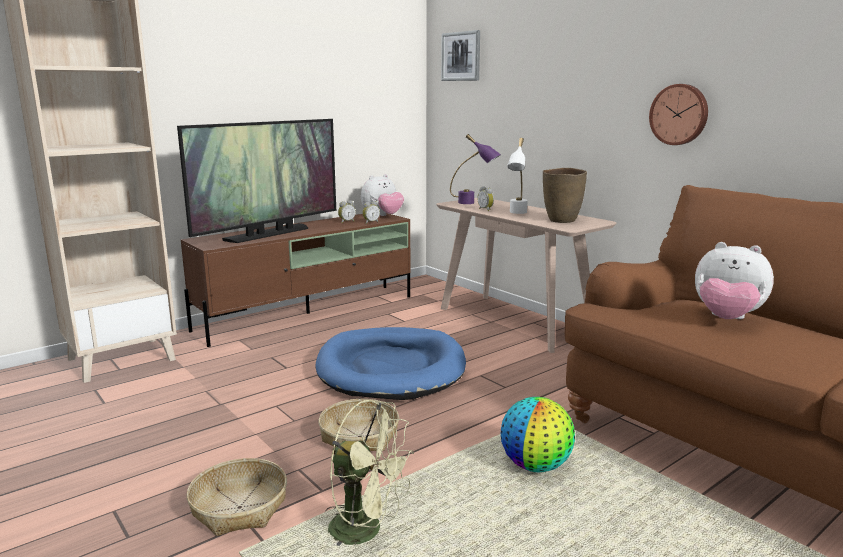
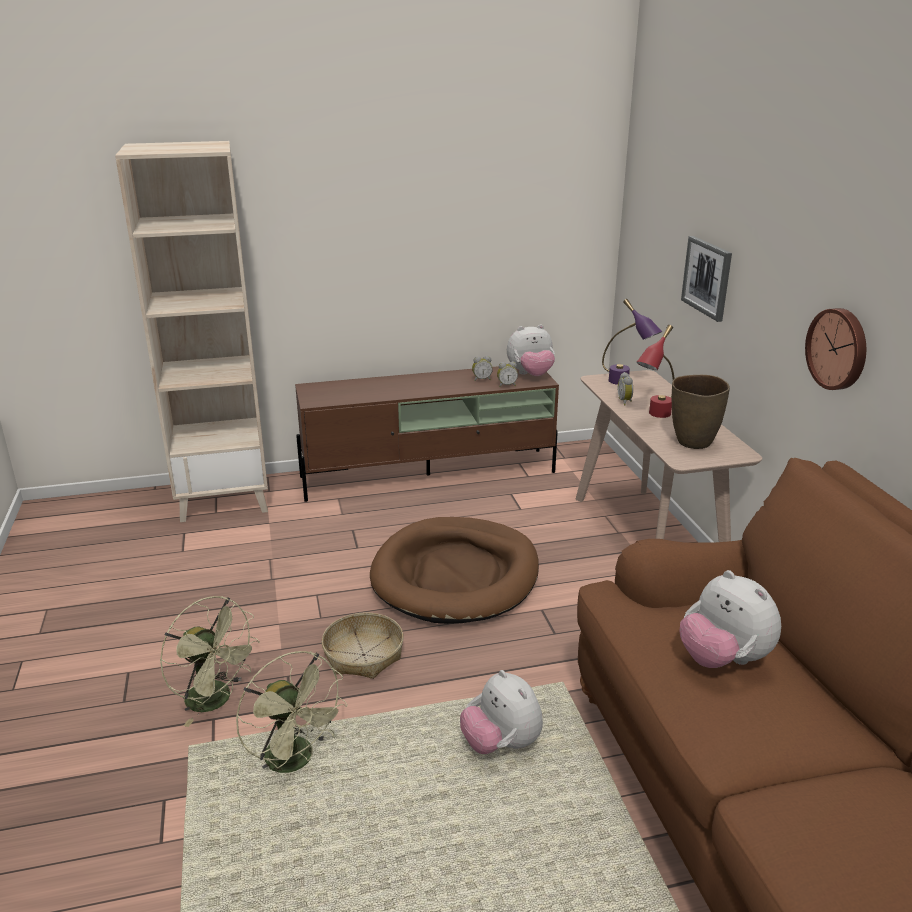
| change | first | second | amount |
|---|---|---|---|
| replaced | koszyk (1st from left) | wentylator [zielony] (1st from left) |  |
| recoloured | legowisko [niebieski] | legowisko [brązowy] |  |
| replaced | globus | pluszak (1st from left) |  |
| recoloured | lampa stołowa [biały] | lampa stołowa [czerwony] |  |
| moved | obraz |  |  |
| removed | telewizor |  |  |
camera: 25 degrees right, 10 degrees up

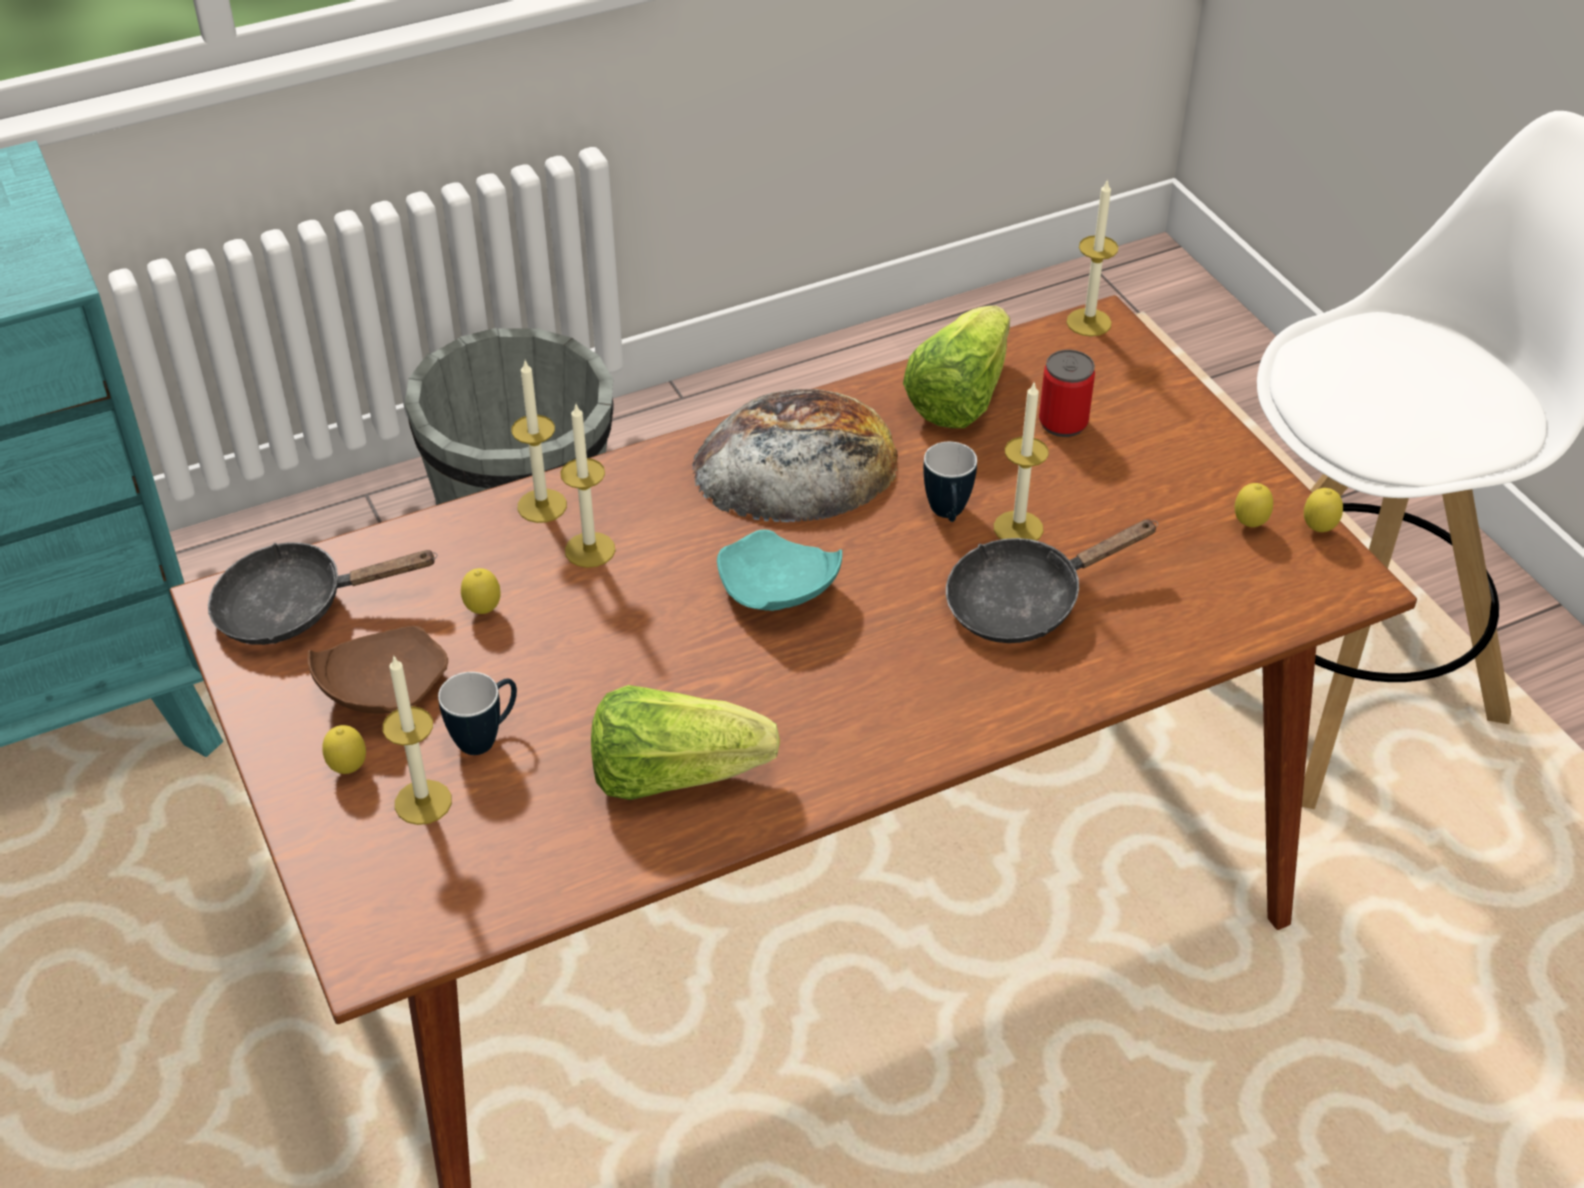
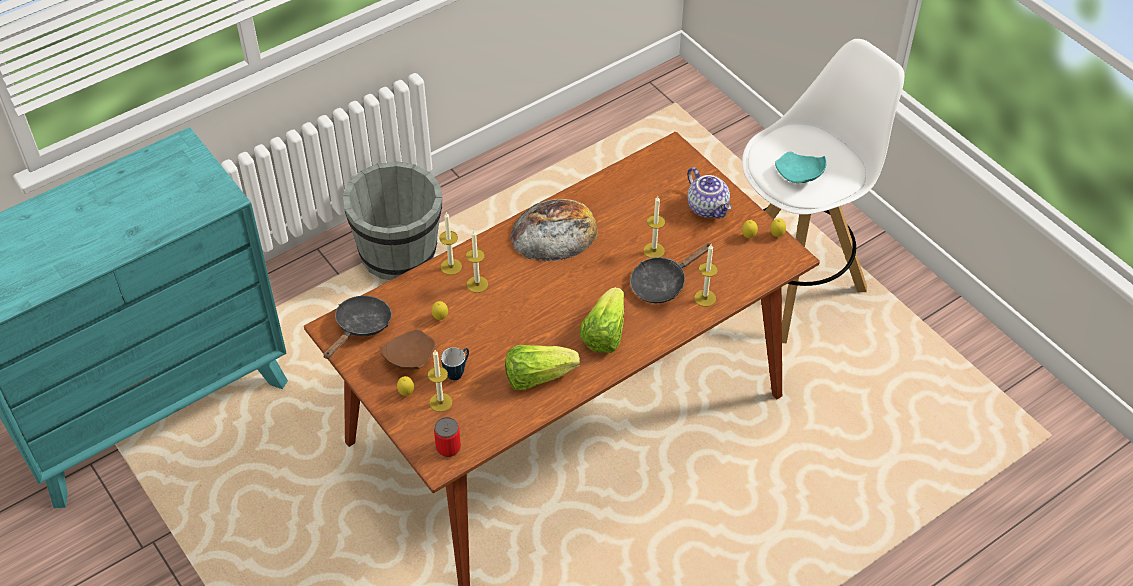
| change | first | second | amount |
|---|---|---|---|
| turned | patelnia [czarny] (1st from left) |  | 135 degrees clockwise |
| moved | puszka |  |  |
| moved | sałata (2nd from left) |  |  |
| added |  | imbryk |  |
| moved | świeca (5th from left) |  |  |
| moved | talerz [turkusowy] |  |  |
| removed | kubek (2nd from left) |  |  |
camera: 10 degrees left, 5 degrees up

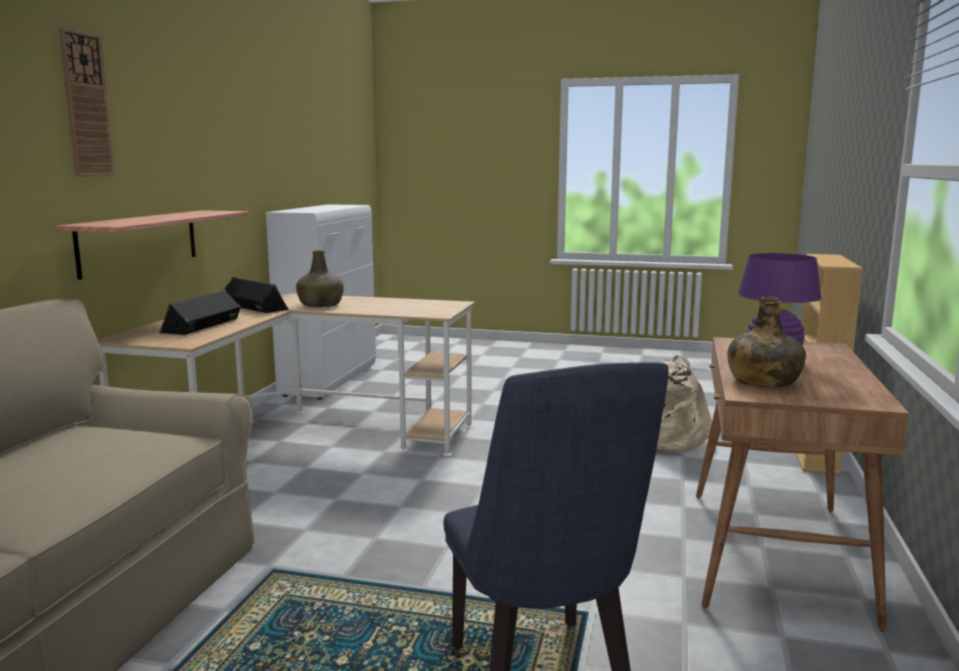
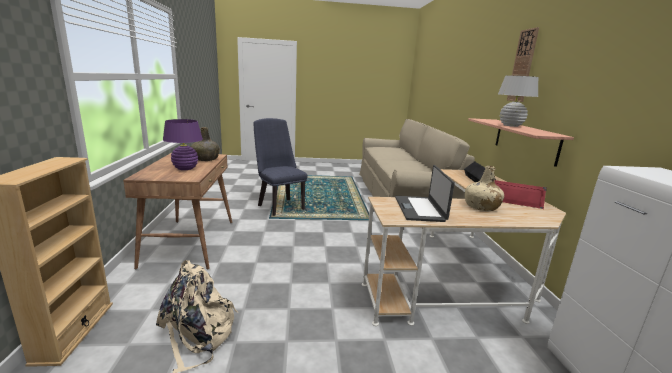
| change | first | second | amount |
|---|---|---|---|
| added |  | laptop |  |
| recoloured | butelka [zielony] (1st from left) | butelka [beżowy] |  |
| recoloured | głośnik [czarny] (2nd from left) | głośnik [czerwony] |  |
| added |  | lampa stołowa [biały] |  |
camera: 160 degrees right, 5 degrees up

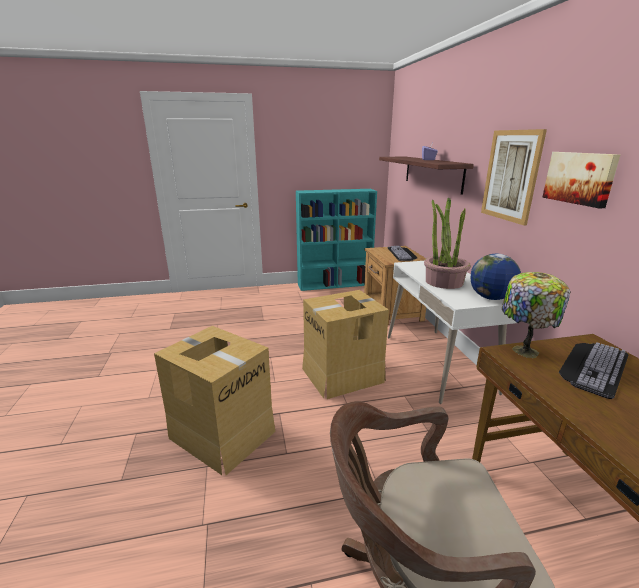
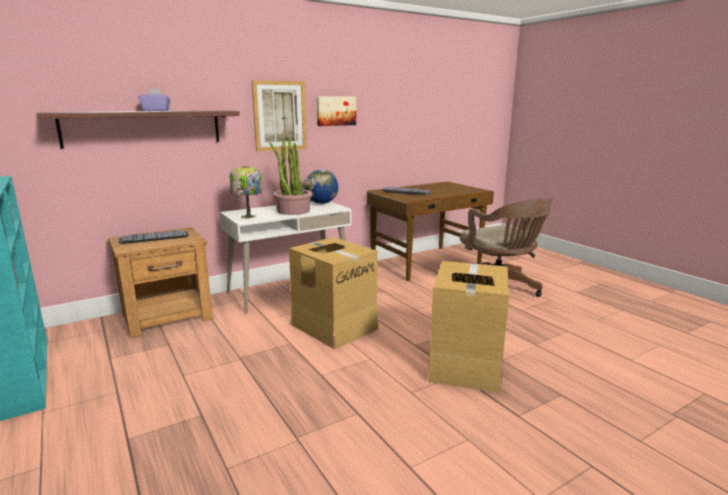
| change | first | second | amount |
|---|---|---|---|
| moved | lampa stołowa |  |  |
camera: 110 degrees left, 5 degrees down

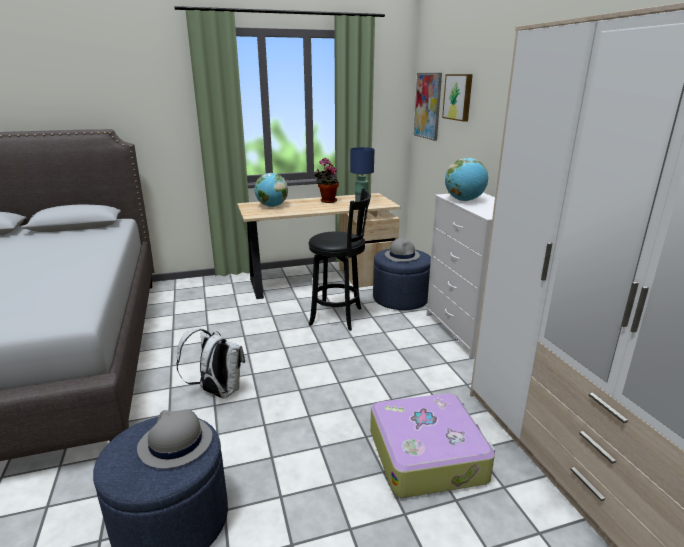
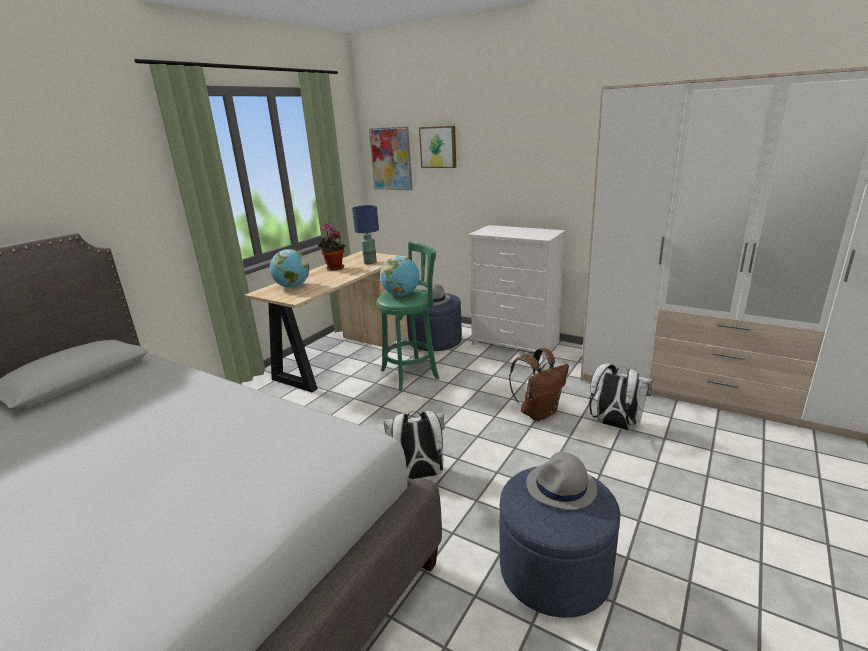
| change | first | second | amount |
|---|---|---|---|
| recoloured | stołek [czarny] | stołek [zielony] |  |
| moved | globus (2nd from left) |  |  |
| added |  | plecak [brązowy] |  |
| replaced | walizka | plecak [biały] (2nd from left) |  |
camera: 40 degrees left, 0 degrees up

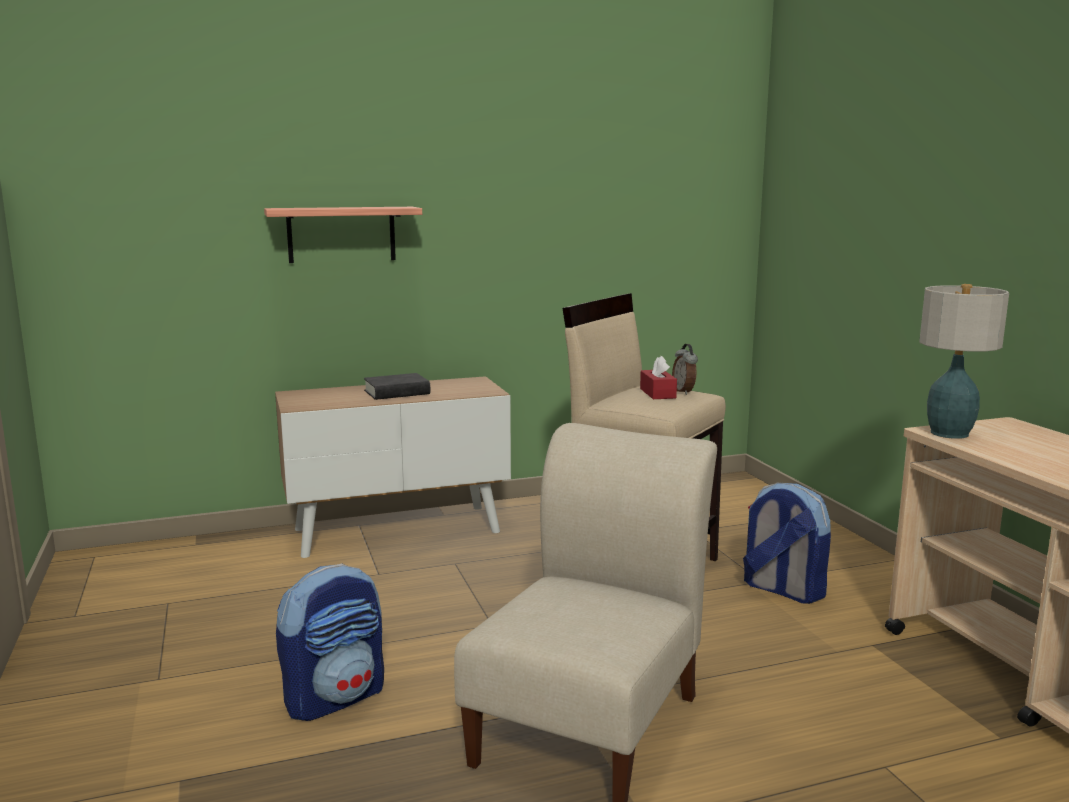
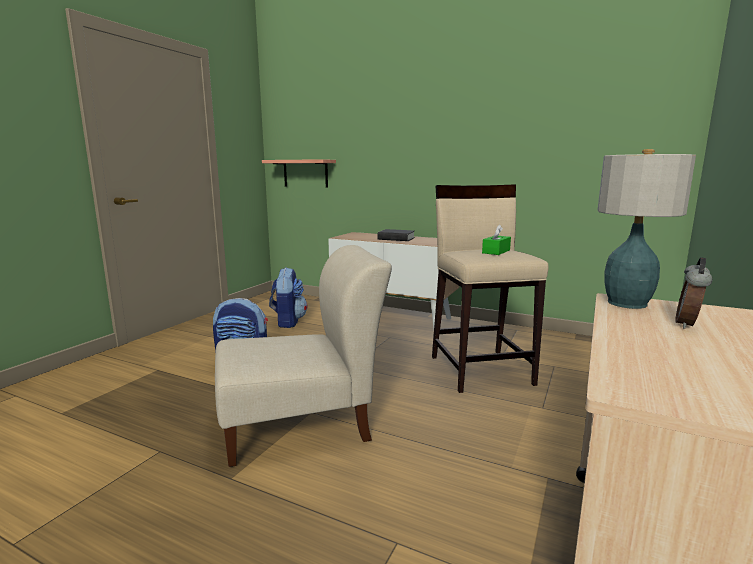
| change | first | second | amount |
|---|---|---|---|
| moved | półka |  |  |
| moved | plecak (2nd from left) |  |  |
| recoloured | pudełko chusteczek [czerwony] | pudełko chusteczek [zielony] |  |
| moved | budzik |  |  |
camera: 45 degrees right, 0 degrees up

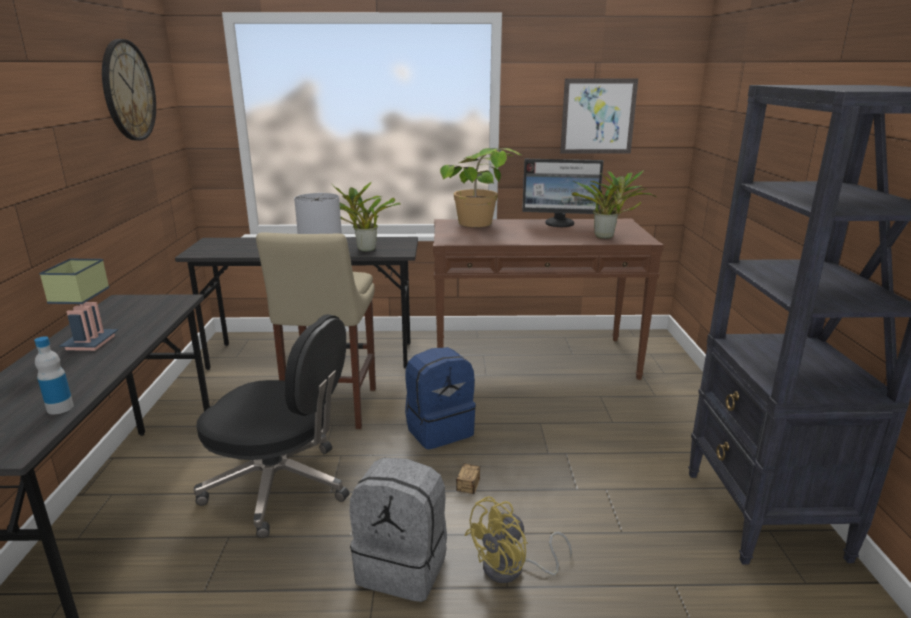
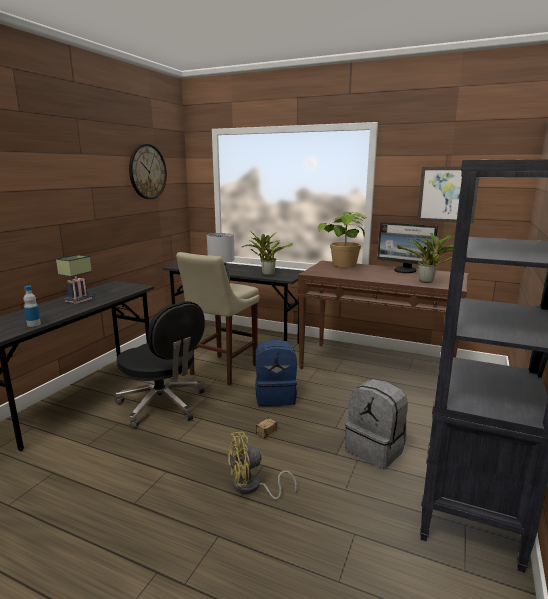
| change | first | second | amount |
|---|---|---|---|
| moved | plecak [szary] |  |  |
camera: 25 degrees right, 5 degrees down

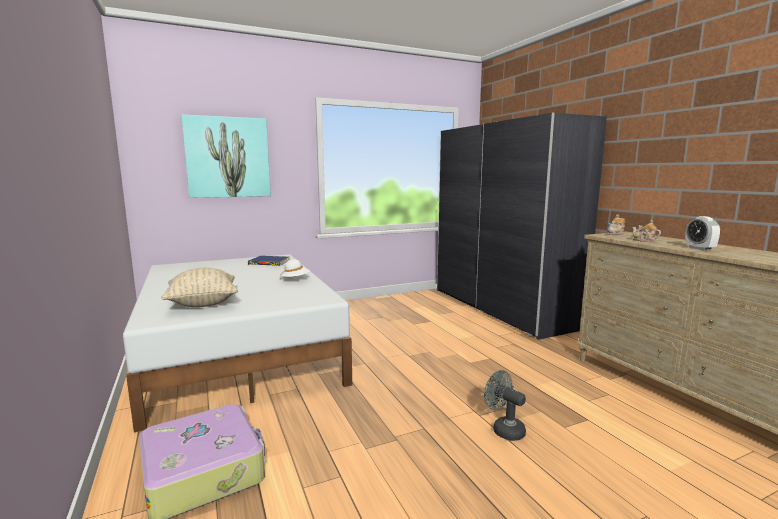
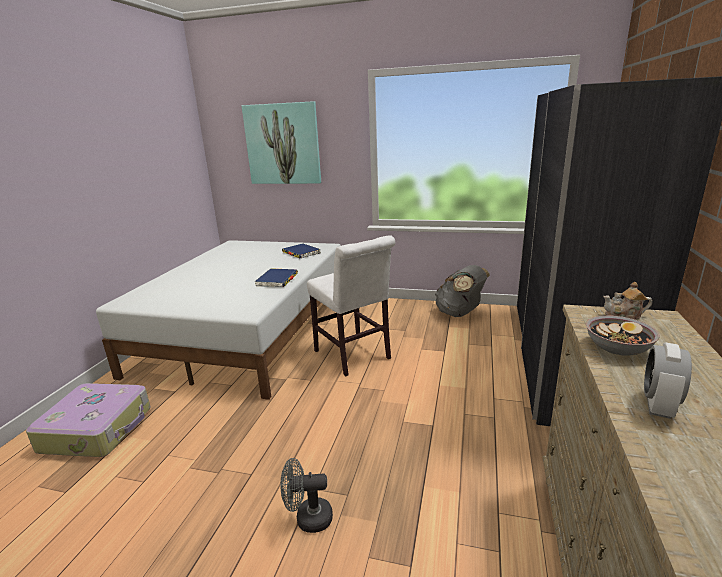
| change | first | second | amount |
|---|---|---|---|
| replaced | kapelusz [biały] | książka [niebieski] (1st from left) |  |
| turned | wentylator [szary] |  | 90 degrees counterclockwise |
| added |  | krzesło [biały] |  |
| added |  | plecak [szary] |  |
| replaced | imbryk (2nd from left) | miska |  |
| removed | poduszka [beżowy] |  |  |
camera: 40 degrees right, 10 degrees up

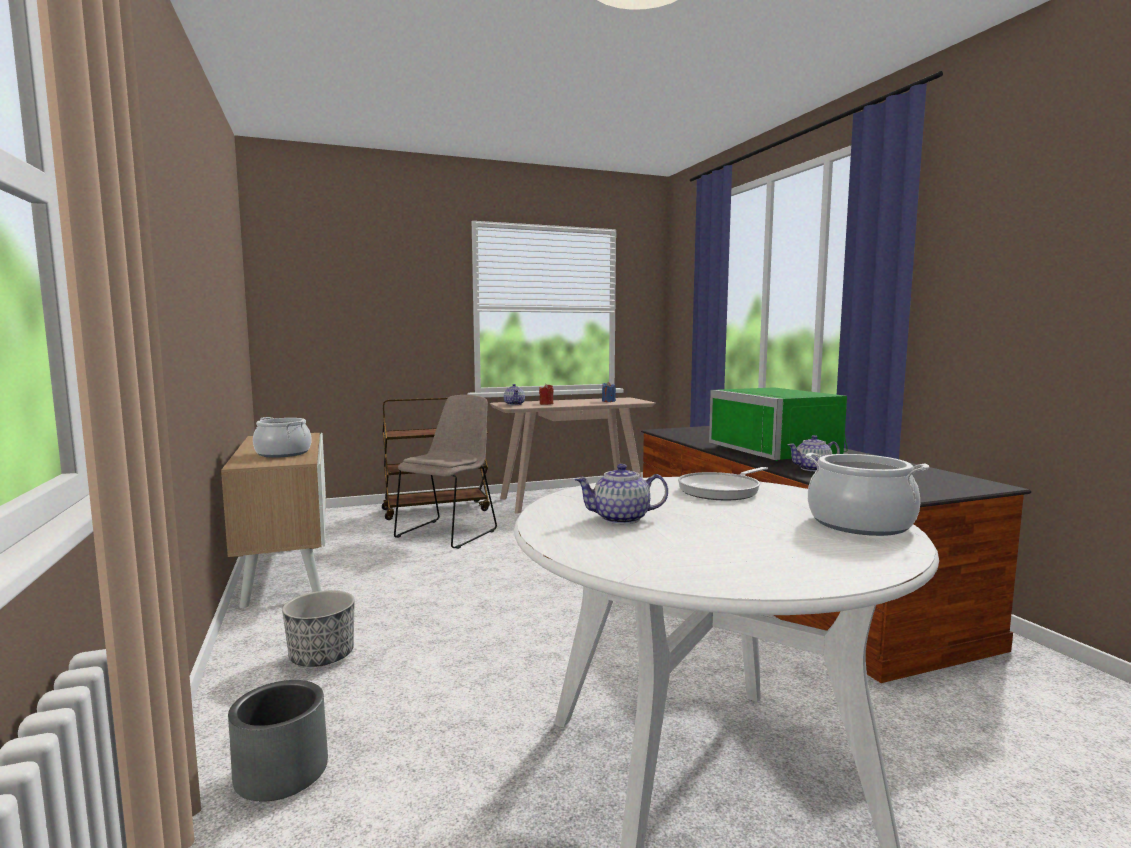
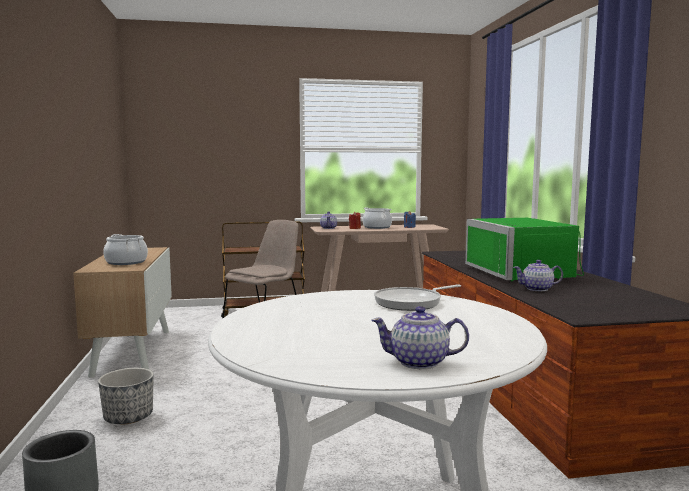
| change | first | second | amount |
|---|---|---|---|
| moved | garnek (2nd from left) |  |  |
| moved | imbryk (2nd from left) |  |  |
camera: 10 degrees right, 0 degrees up

